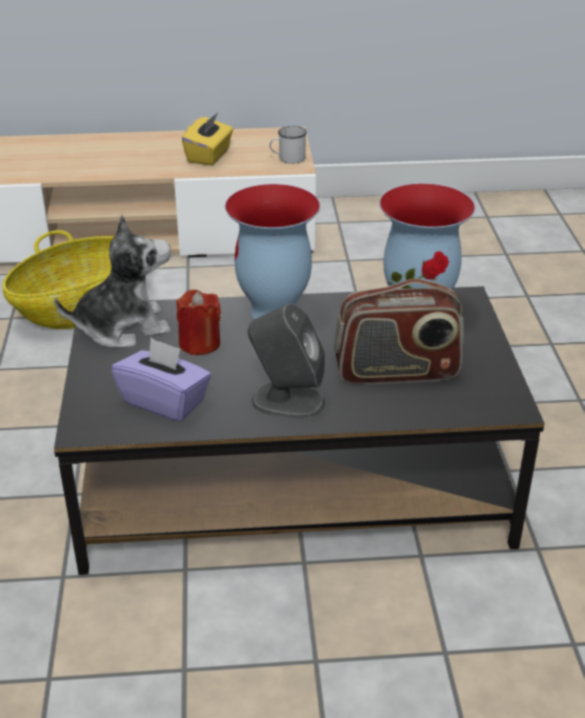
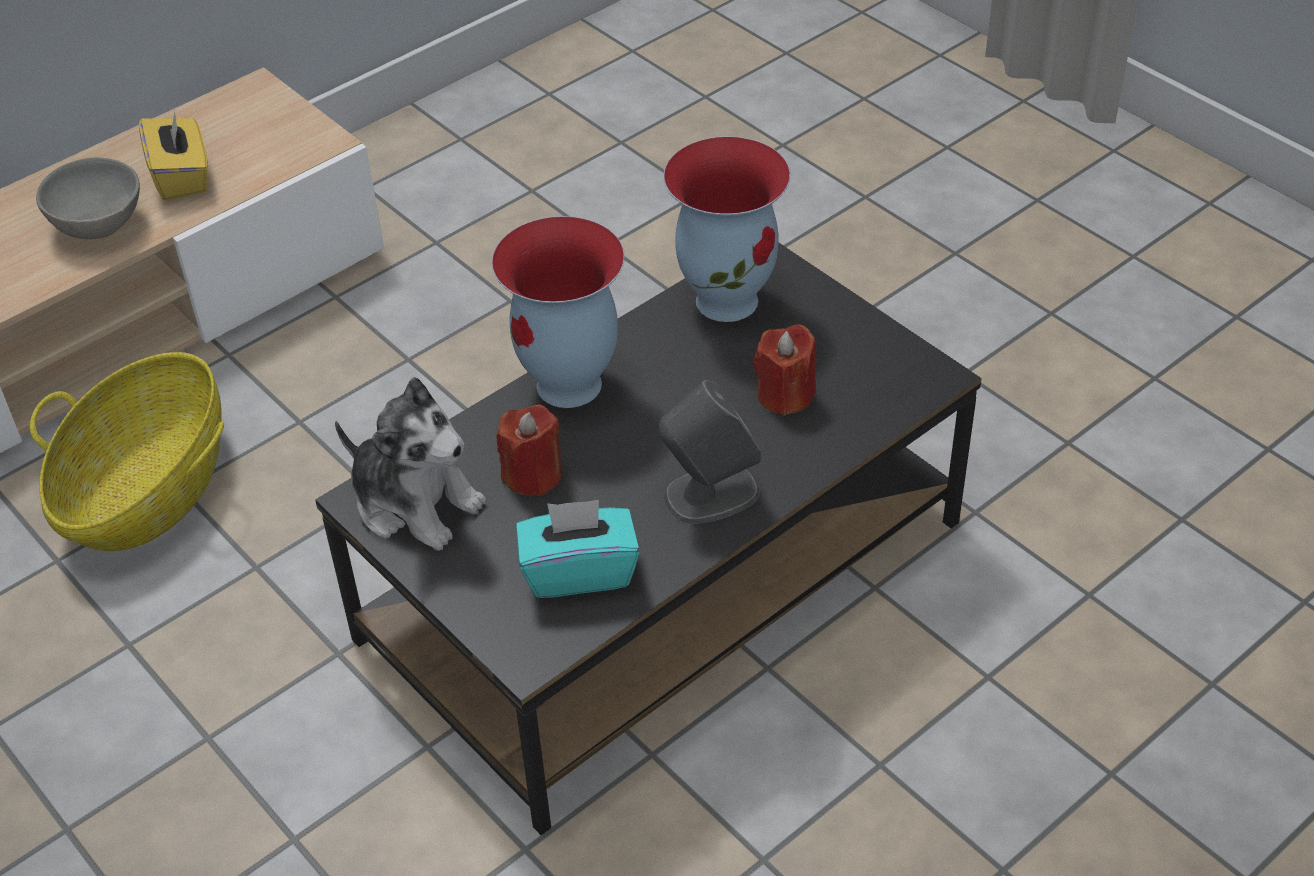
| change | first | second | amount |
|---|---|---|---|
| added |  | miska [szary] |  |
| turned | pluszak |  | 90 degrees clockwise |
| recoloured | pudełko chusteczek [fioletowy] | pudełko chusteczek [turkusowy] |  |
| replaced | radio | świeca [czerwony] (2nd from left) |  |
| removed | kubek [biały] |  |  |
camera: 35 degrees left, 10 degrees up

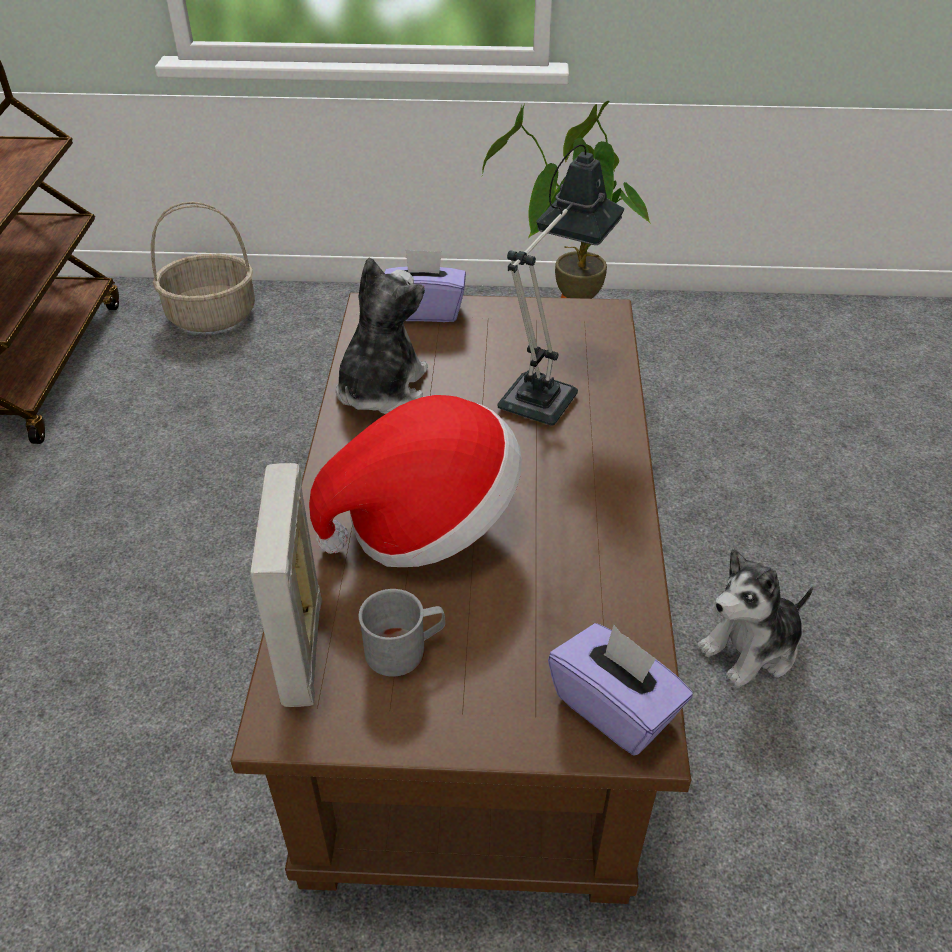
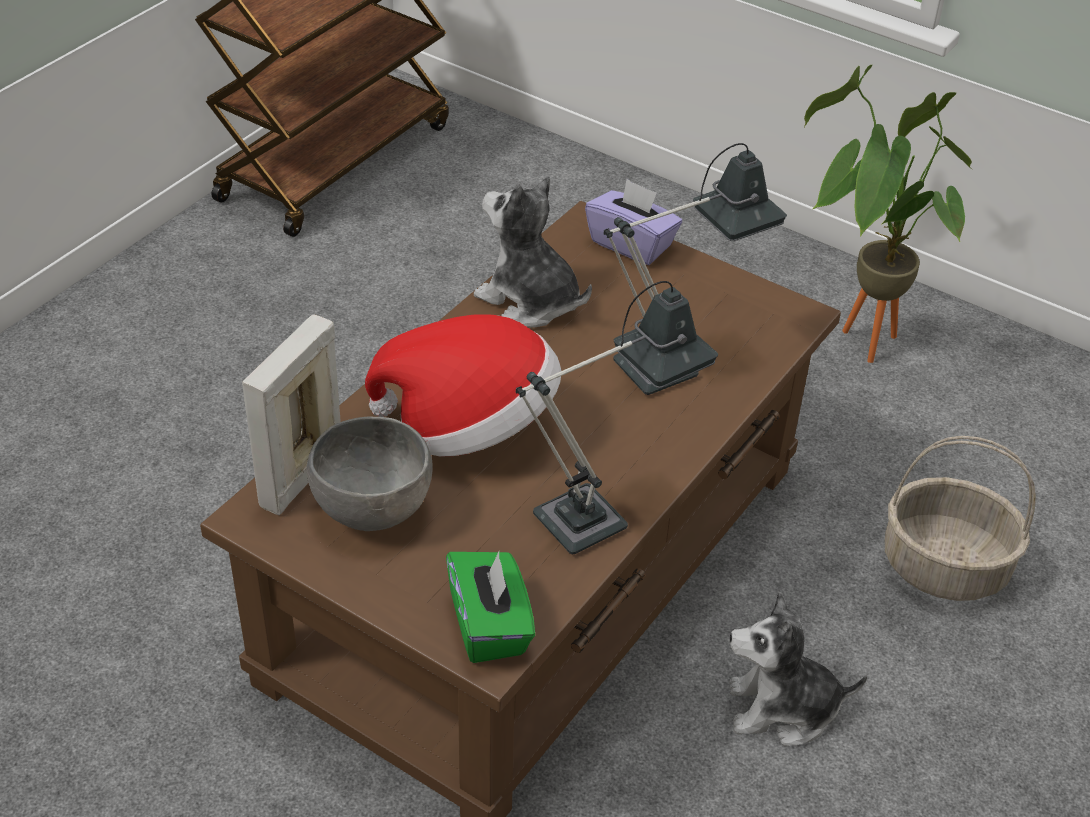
| change | first | second | amount |
|---|---|---|---|
| replaced | kubek [szary] | miska [szary] |  |
| recoloured | pudełko chusteczek [fioletowy] (2nd from left) | pudełko chusteczek [zielony] |  |
| turned | pluszak (1st from left) |  | 105 degrees counterclockwise |
| added |  | lampa stołowa (1st from left) |  |
| moved | koszyk |  |  |
camera: 30 degrees right, 0 degrees up

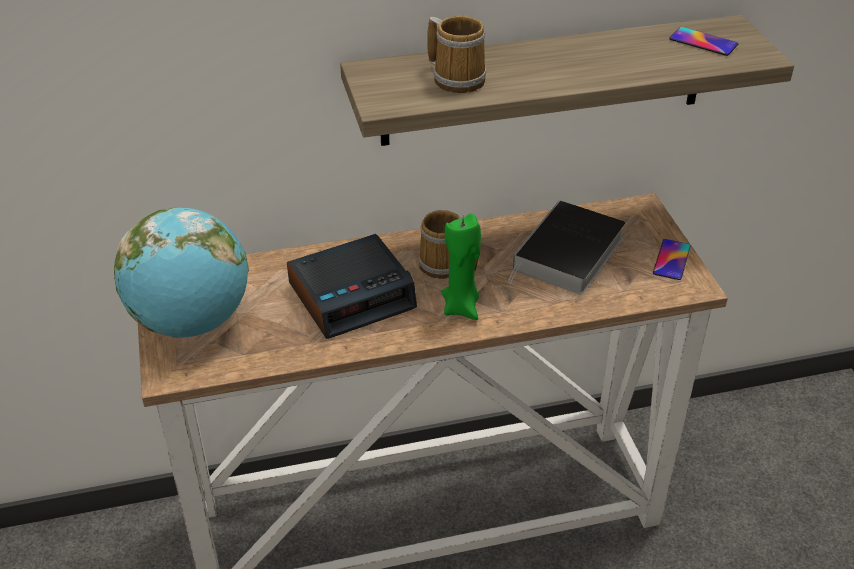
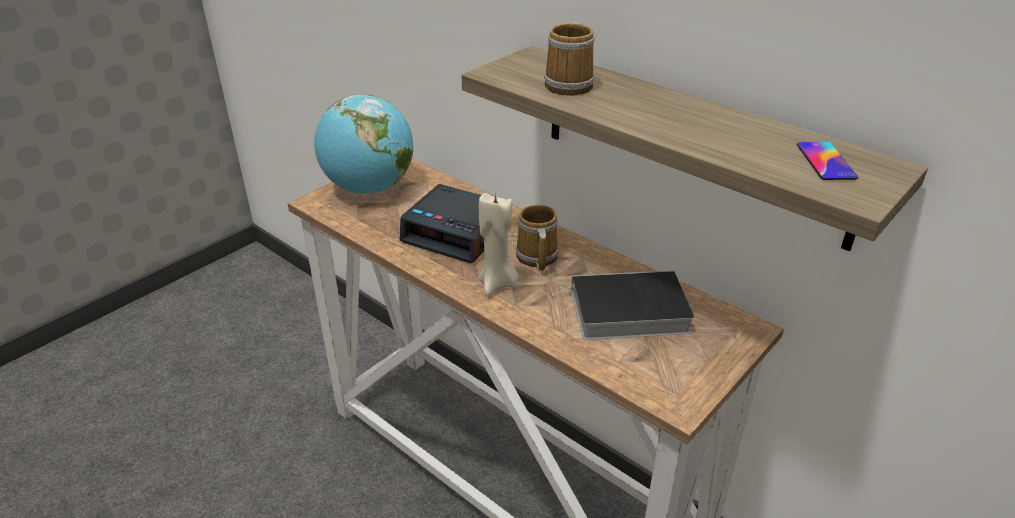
| change | first | second | amount |
|---|---|---|---|
| recoloured | świeca [zielony] | świeca [beżowy] |  |
| removed | telefon (1st from left) |  |  |
camera: 55 degrees right, 5 degrees down

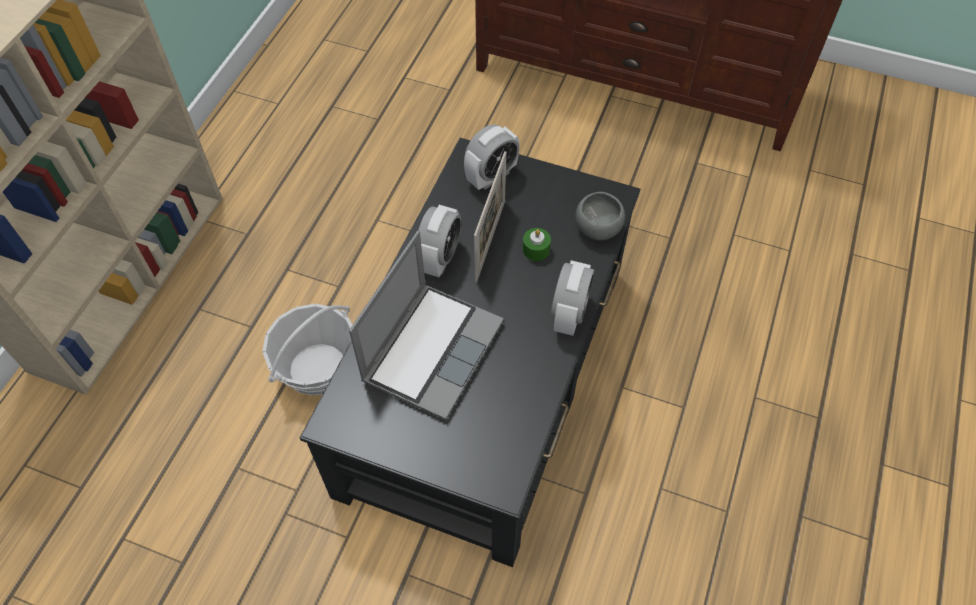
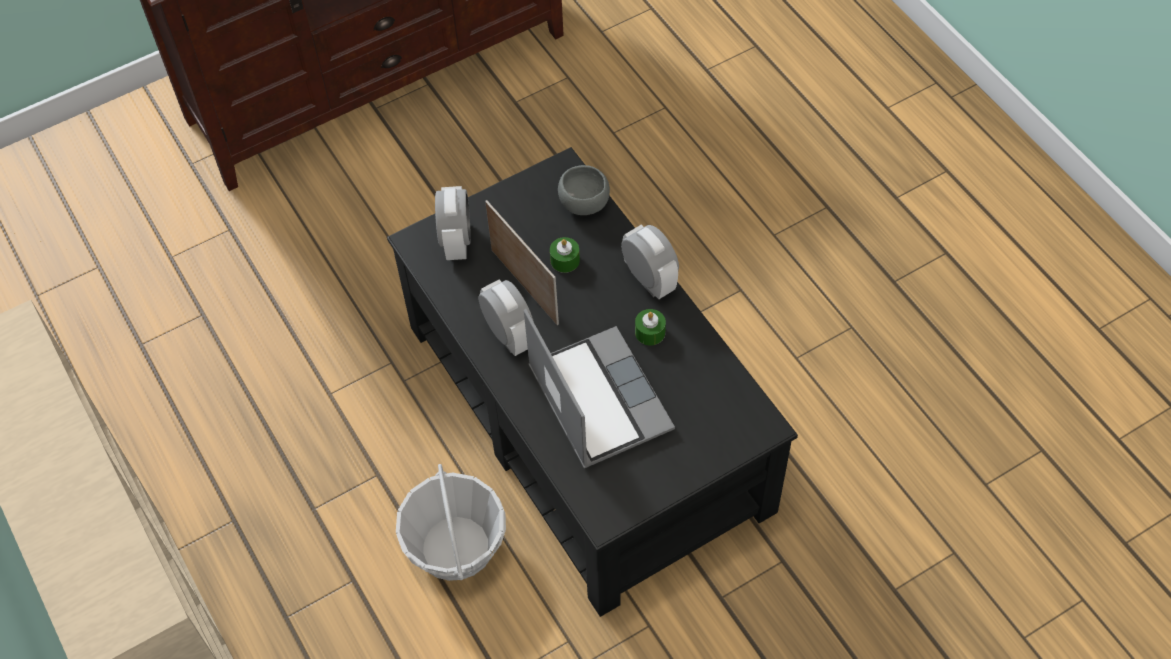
| change | first | second | amount |
|---|---|---|---|
| added |  | świeca [zielony] (2nd from left) |  |
camera: 50 degrees left, 0 degrees up

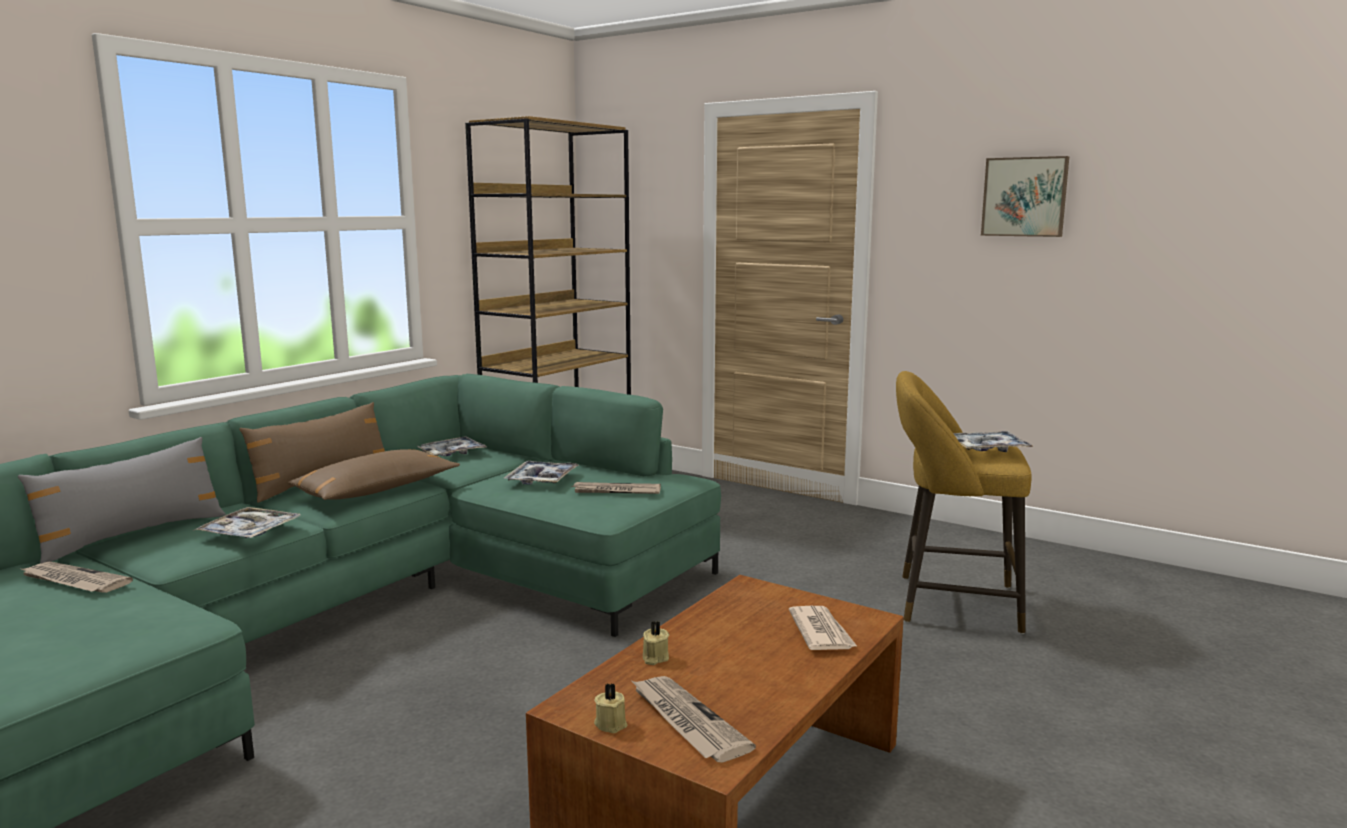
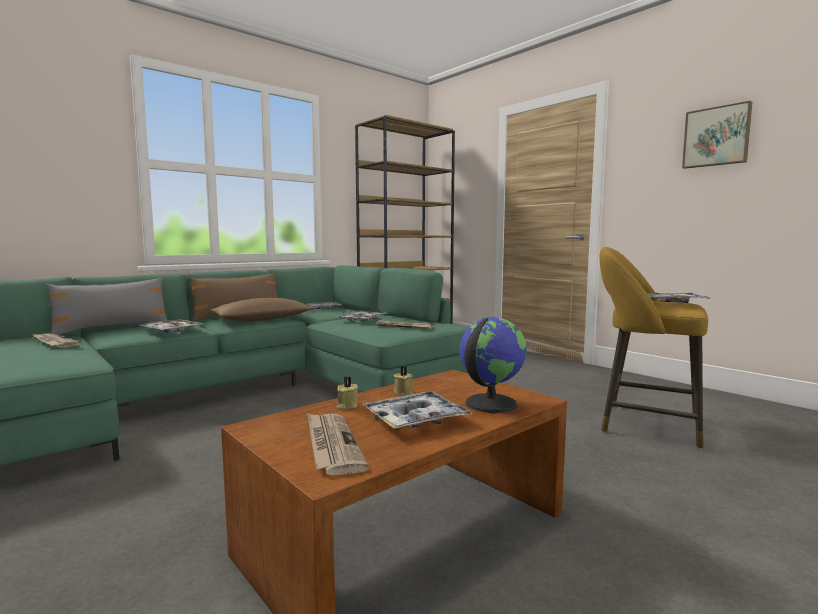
| change | first | second | amount |
|---|---|---|---|
| added |  | taca (4th from left) |  |
| moved | świeca [beżowy] (1st from left in the first image) | świeca [beżowy] (2nd from left) |  |
| replaced | gazeta (4th from left) | globus |  |
camera: 15 degrees right, 5 degrees down

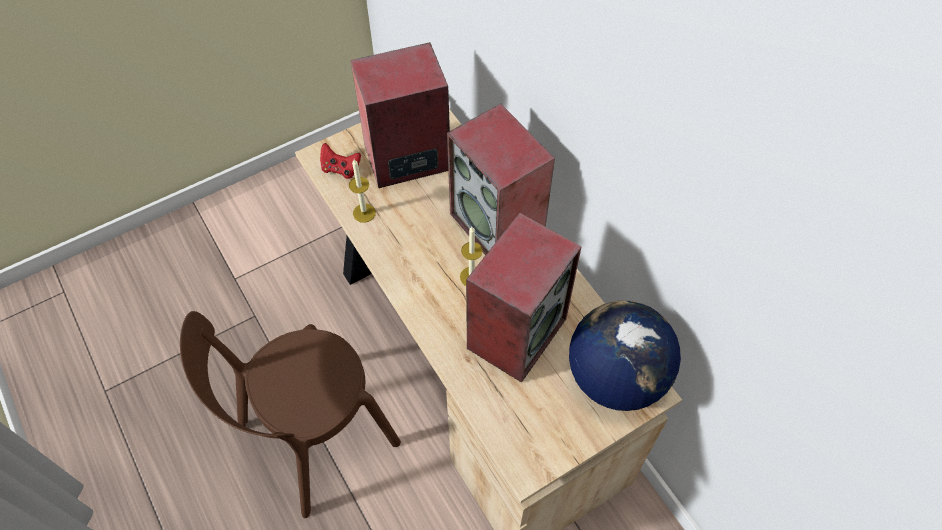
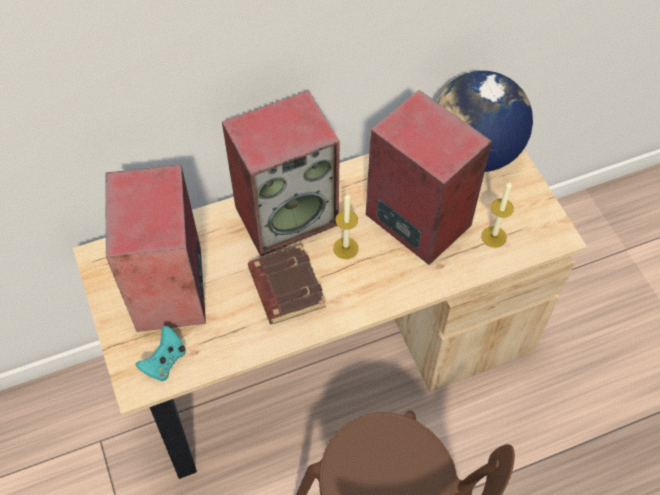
| change | first | second | amount |
|---|---|---|---|
| recoloured | pad do gier [czerwony] | pad do gier [turkusowy] |  |
| added |  | książka [brązowy] |  |
| moved | świeca (1st from left in the first image) | świeca (2nd from left) |  |
camera: 80 degrees left, 0 degrees up

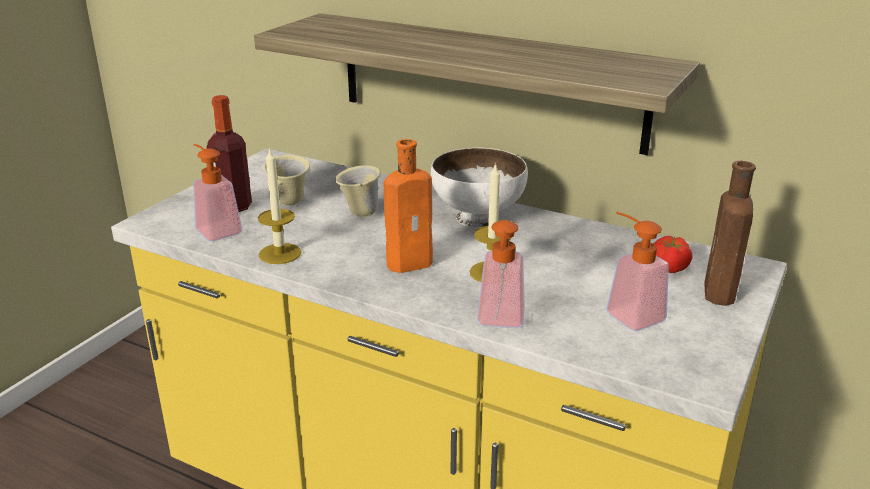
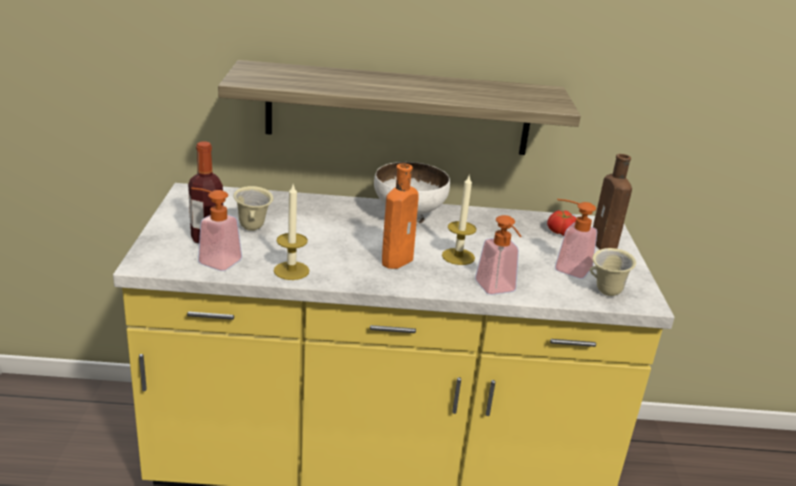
| change | first | second | amount |
|---|---|---|---|
| moved | kubek [beżowy] (2nd from left) |  |  |
camera: 30 degrees left, 0 degrees up

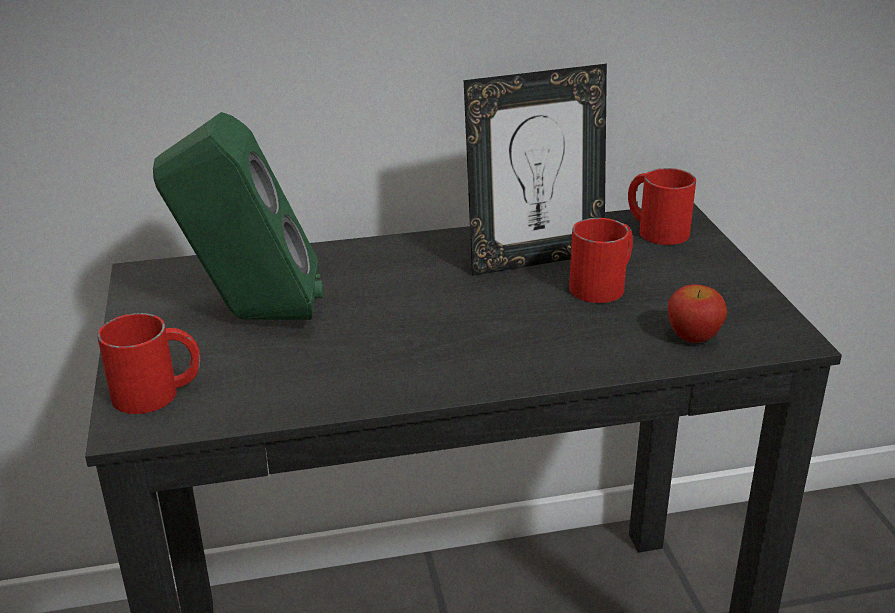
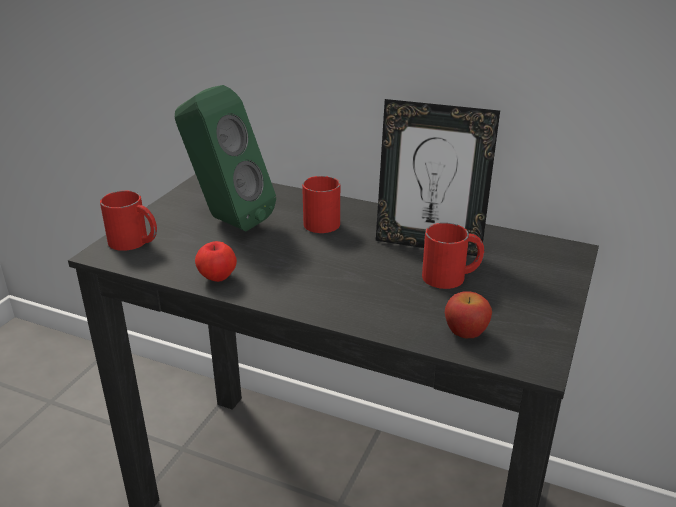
| change | first | second | amount |
|---|---|---|---|
| added |  | jabłko (1st from left) |  |
| moved | kubek [czerwony] (3rd from left in the first image) | kubek [czerwony] (2nd from left) |  |
camera: 35 degrees right, 0 degrees up

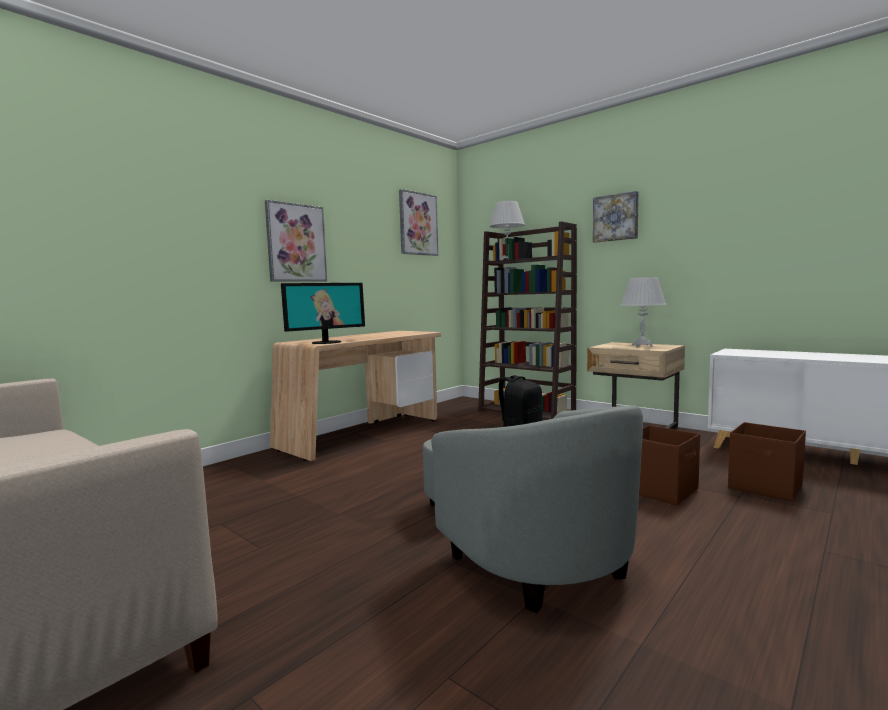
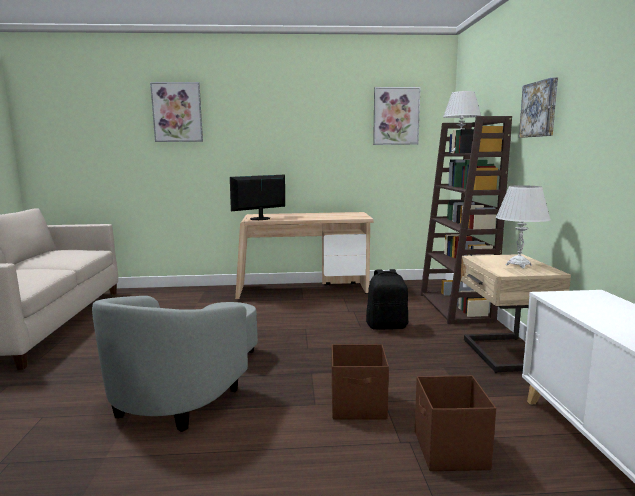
| change | first | second | amount |
|---|---|---|---|
| moved | obraz (1st from left) |  |  |
| turned | monitor |  | 135 degrees clockwise |
camera: 45 degrees right, 5 degrees up

